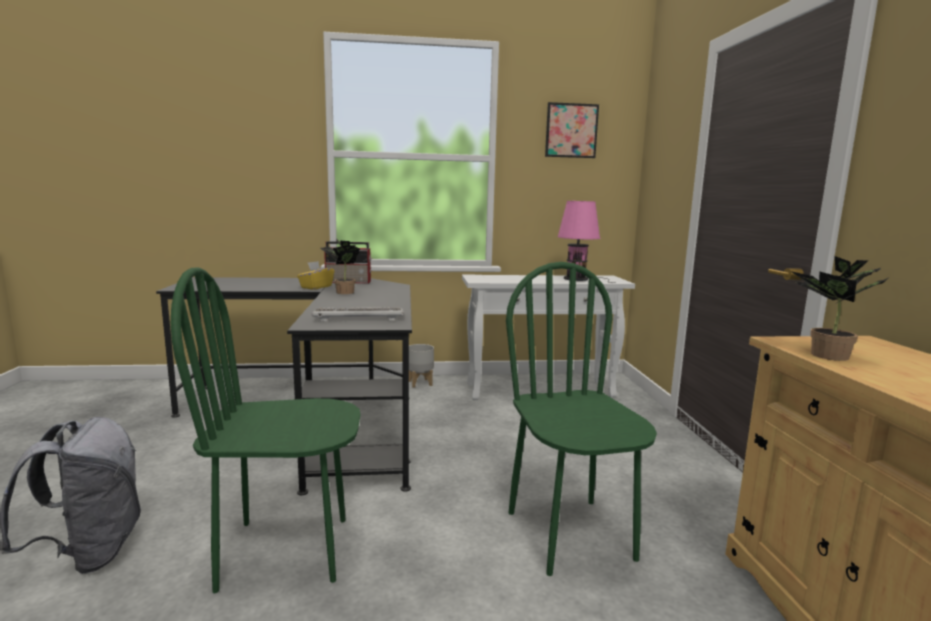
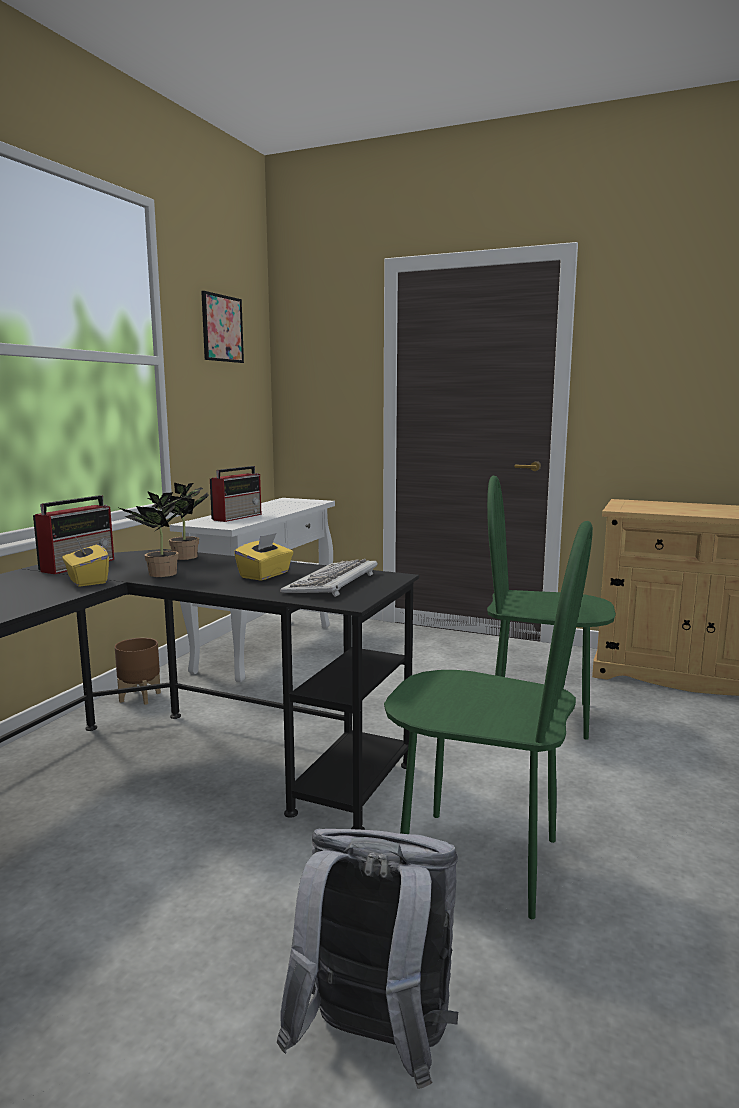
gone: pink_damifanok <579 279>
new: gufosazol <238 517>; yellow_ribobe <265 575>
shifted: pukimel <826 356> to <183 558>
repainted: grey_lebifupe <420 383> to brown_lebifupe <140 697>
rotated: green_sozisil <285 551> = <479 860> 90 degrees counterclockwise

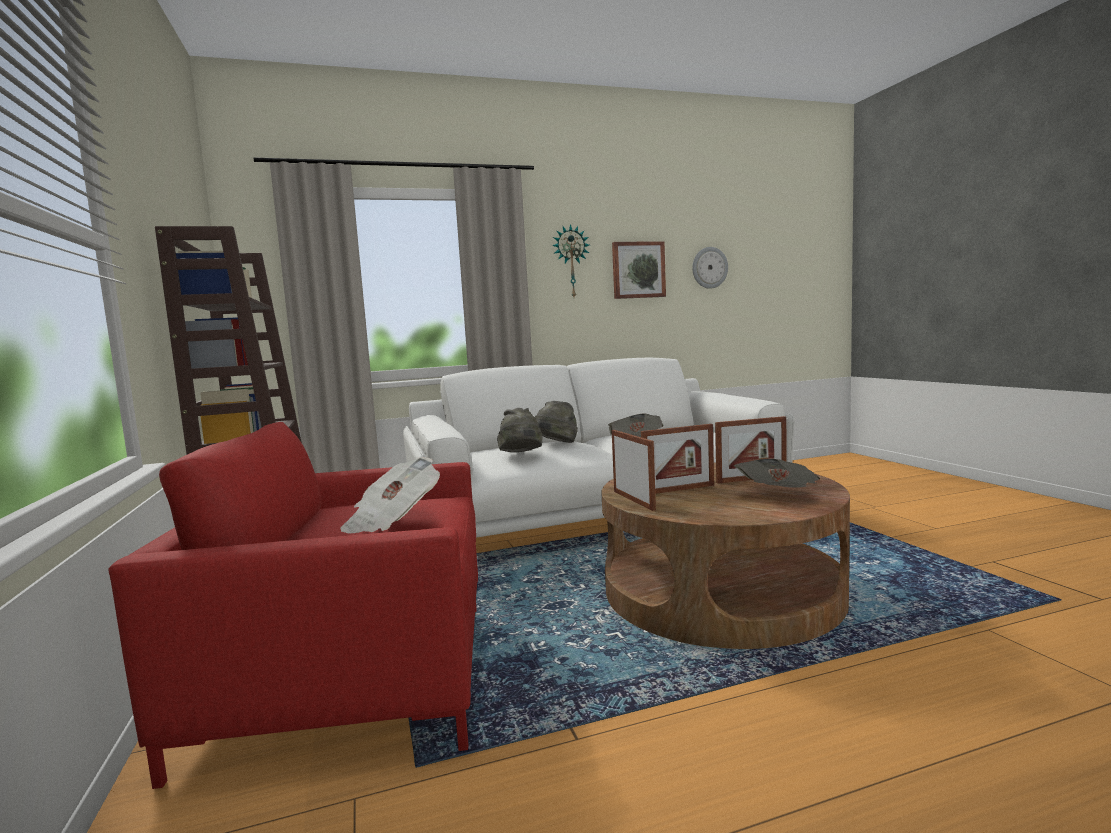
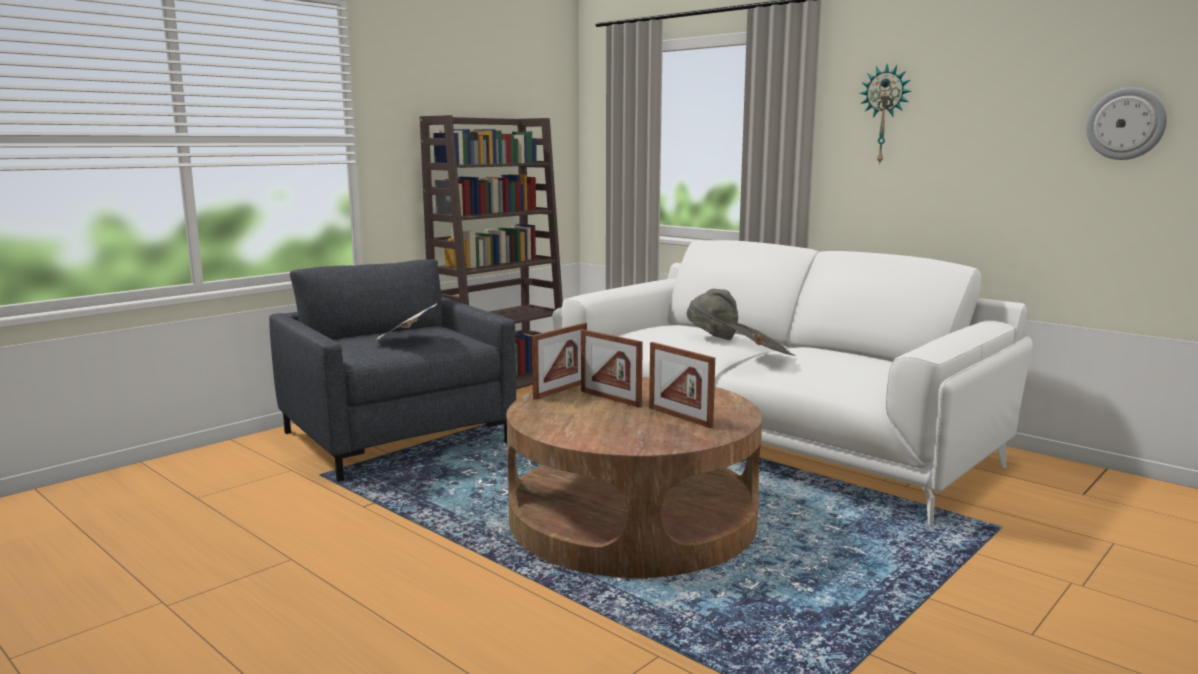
gone: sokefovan <638 270>; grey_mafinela <521 455>; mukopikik <778 496>
repainted: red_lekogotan <352 678> to grey_lekogotan <397 437>

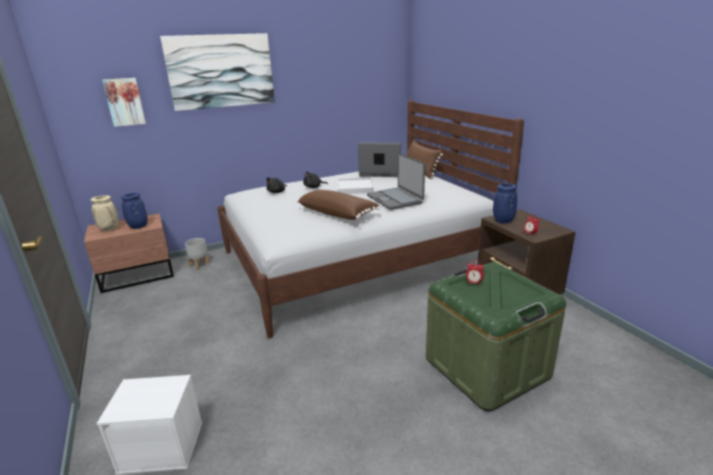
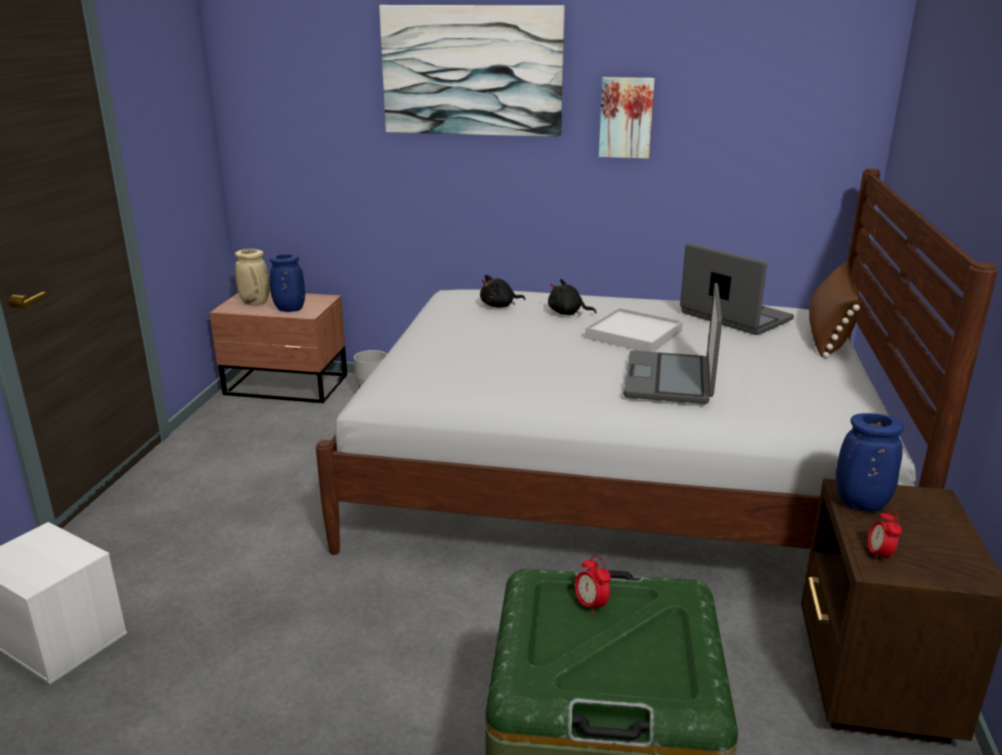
gone: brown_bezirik <338 213>
shifted: sokefovan <124 102> to <626 117>

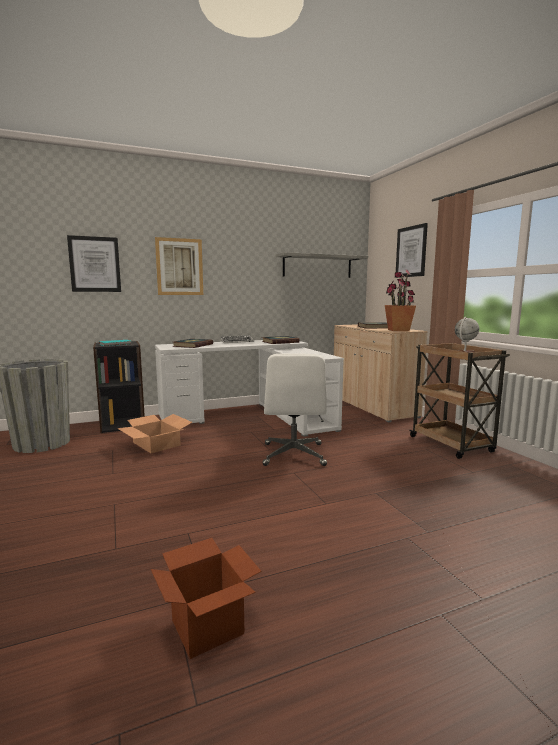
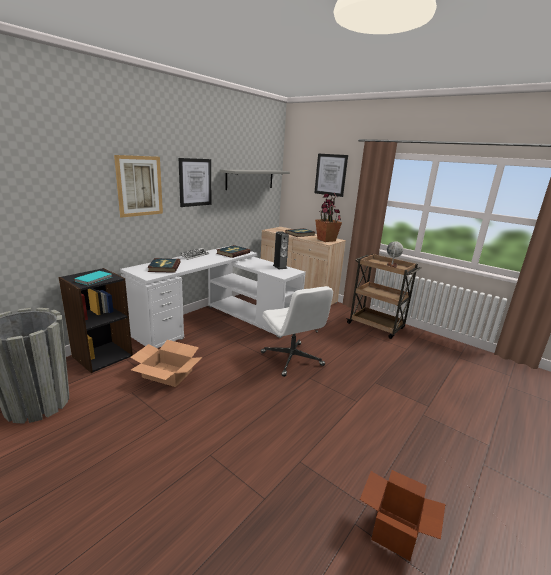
new: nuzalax <280 267>
shifted: sokefovan <95 264> to <195 182>

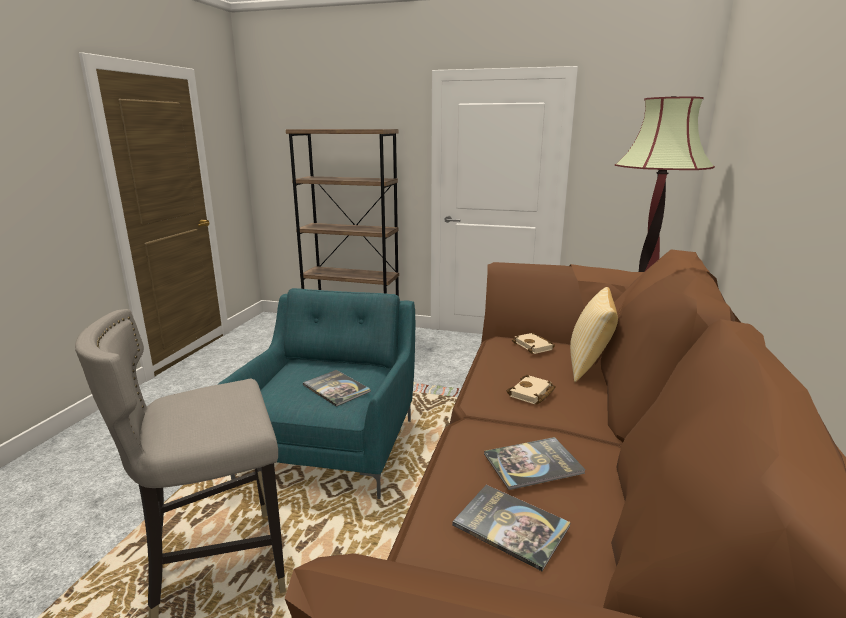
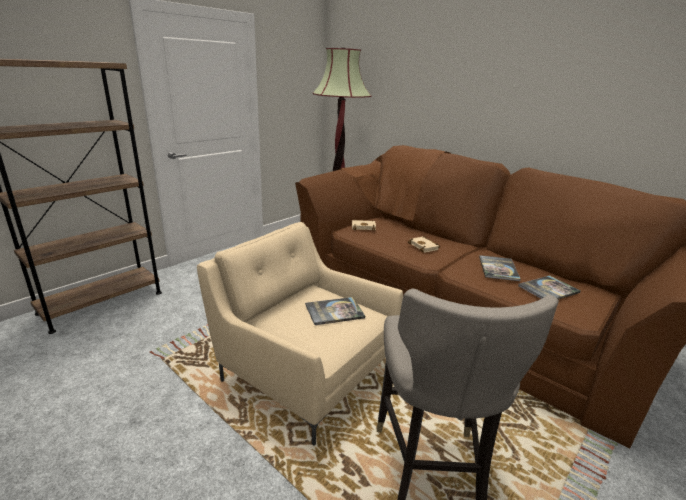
gone: bezirik <588 366>
repainted: turquoise_lekogotan <332 444> to beige_lekogotan <305 369>

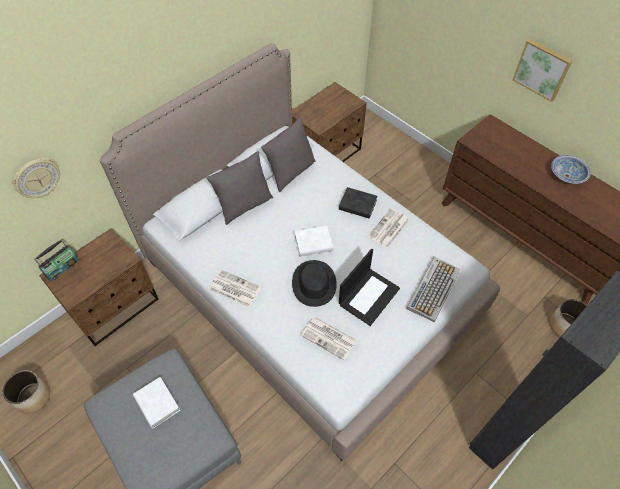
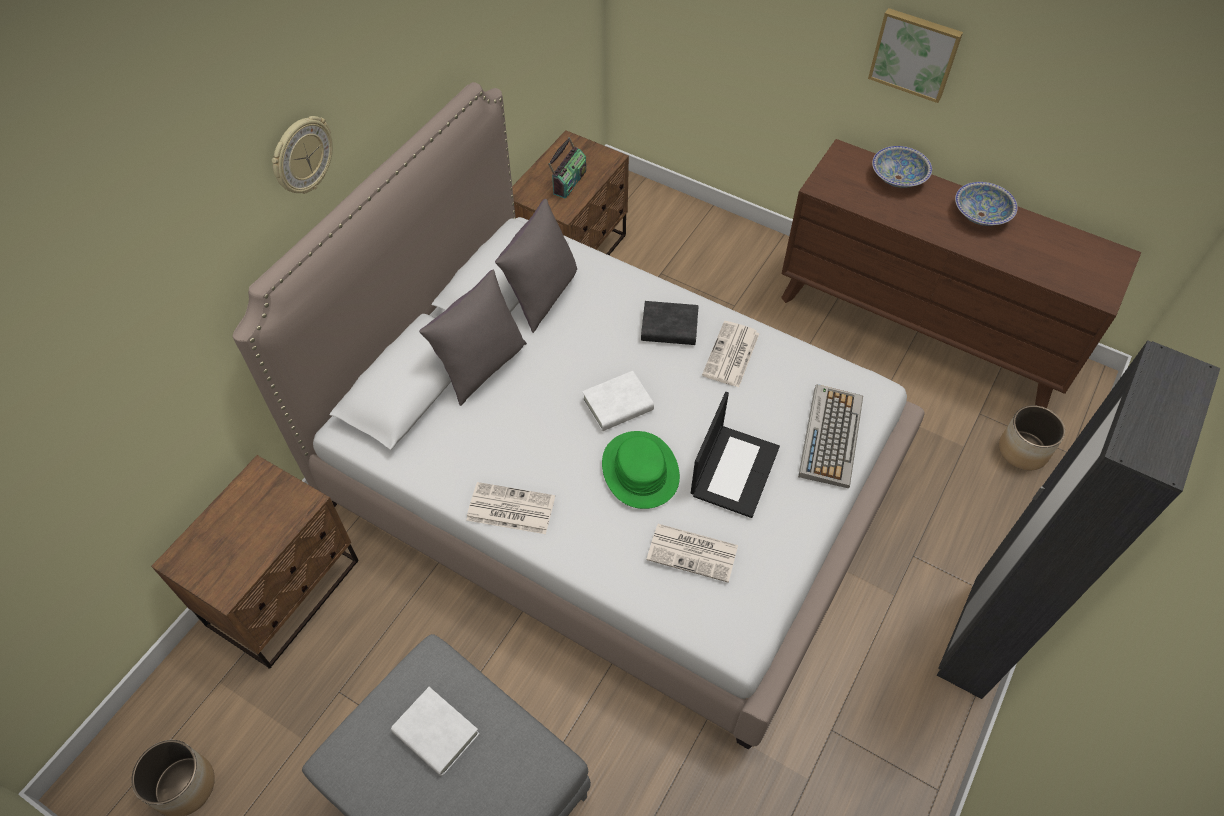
new: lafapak <898 177>
shifted: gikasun <37 178> to <302 156>; gufosazol <61 267> to <568 181>
repainted: black_mafinela <314 283> to green_mafinela <640 470>

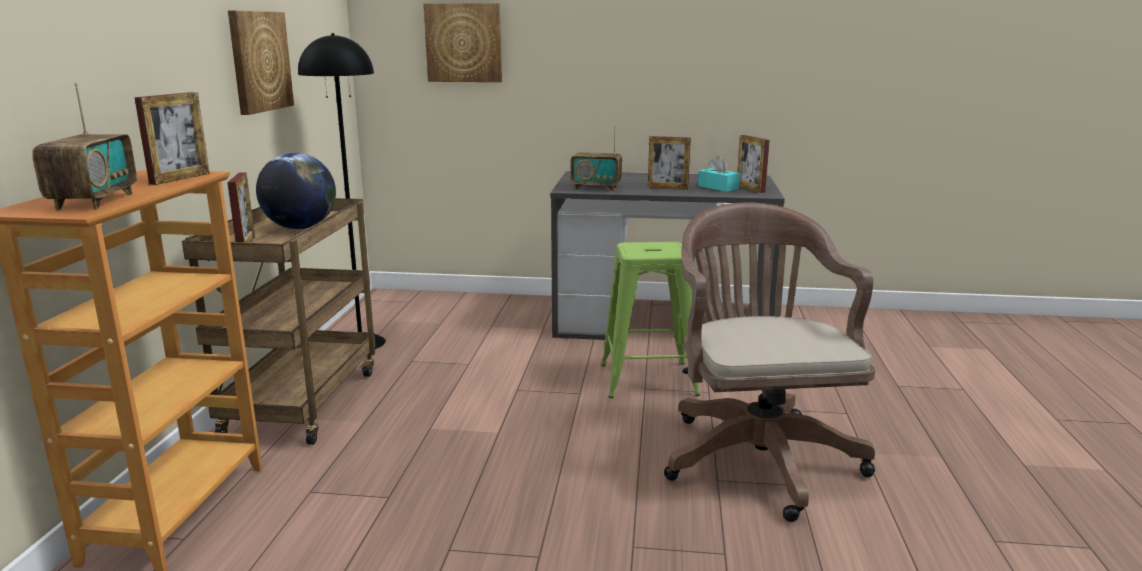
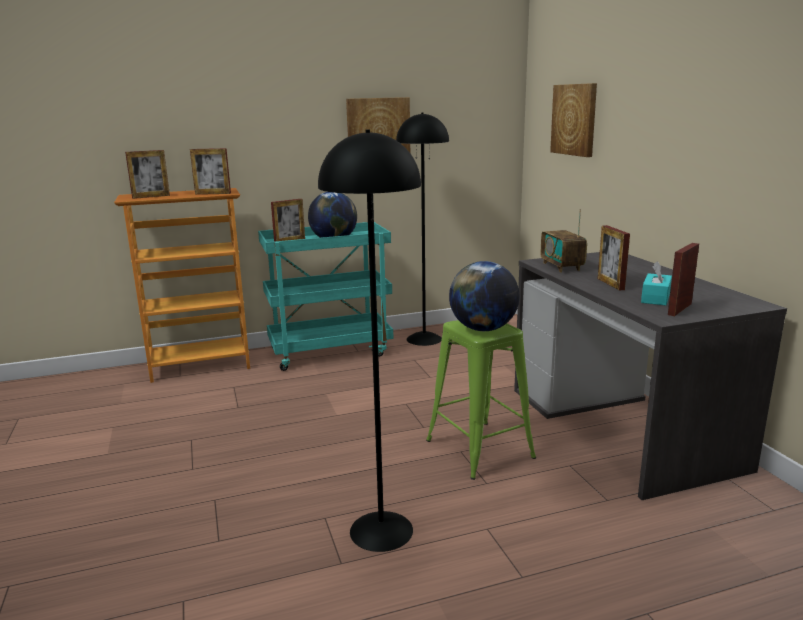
new: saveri <483 329>
swapped: gufosazol <94 201> to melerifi <151 196>; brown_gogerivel <756 454> to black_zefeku <382 530>
repainted: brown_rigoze <302 401> to turquoise_rigoze <331 351>

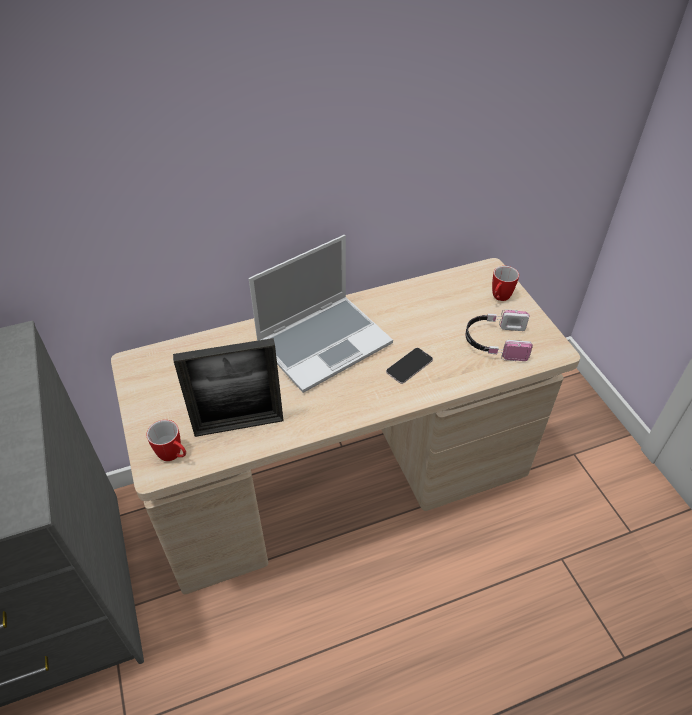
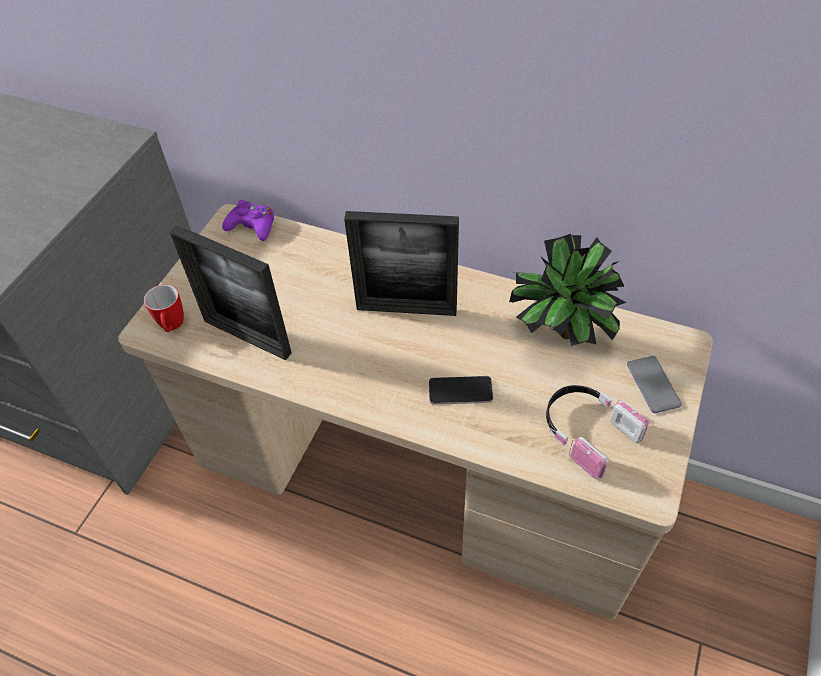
new: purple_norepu <252 226>; pukimel <559 339>
swapped: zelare <324 342> to melerifi <406 309>; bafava <499 298> to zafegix <653 385>

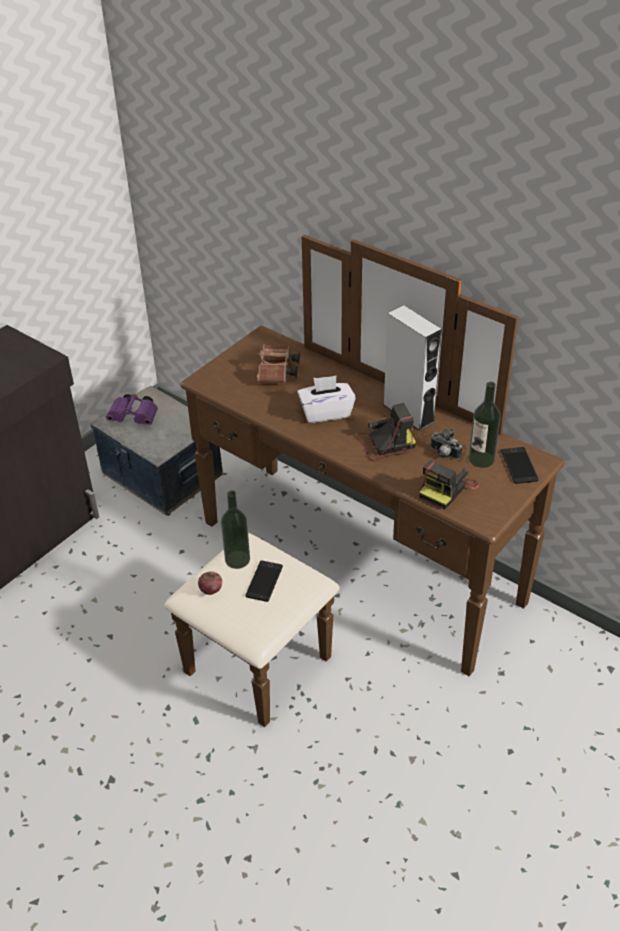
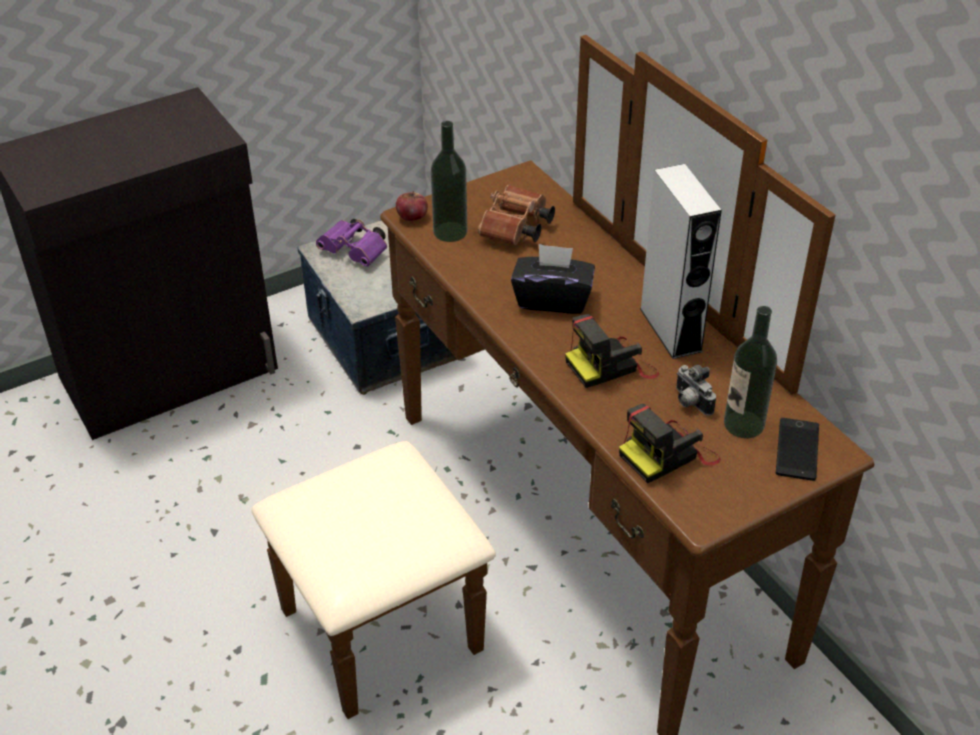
gone: zafegix <264 581>
shifted: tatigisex <237 559> to <450 232>; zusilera <211 589> to <412 217>
repainted: white_ribobe <326 412> to black_ribobe <552 299>
rotated: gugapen <384 444> = <611 365> 150 degrees clockwise

